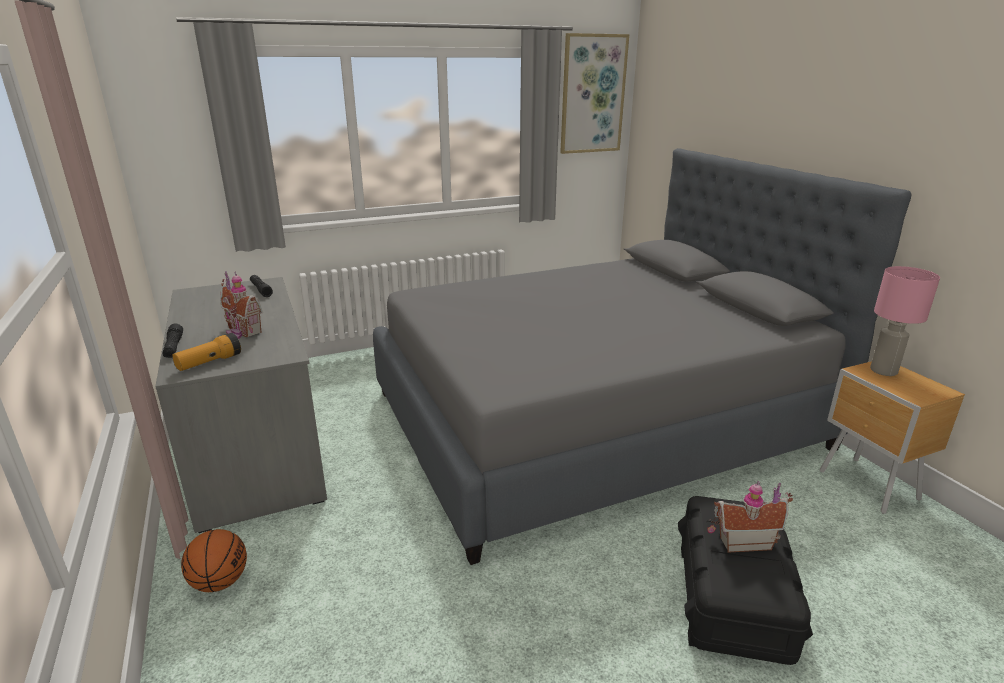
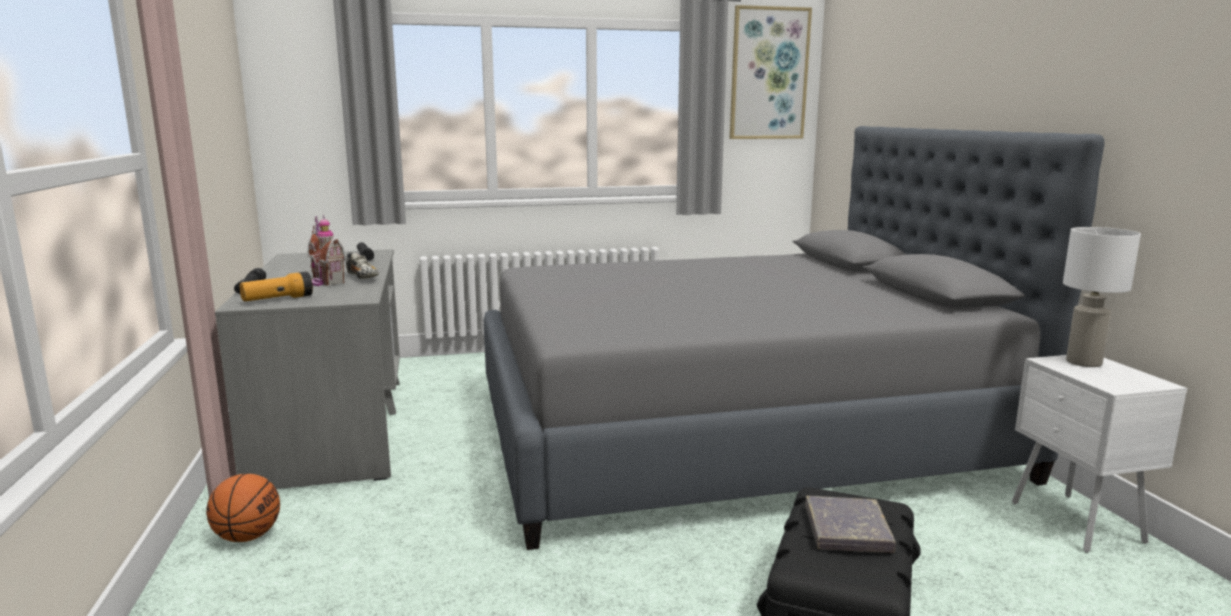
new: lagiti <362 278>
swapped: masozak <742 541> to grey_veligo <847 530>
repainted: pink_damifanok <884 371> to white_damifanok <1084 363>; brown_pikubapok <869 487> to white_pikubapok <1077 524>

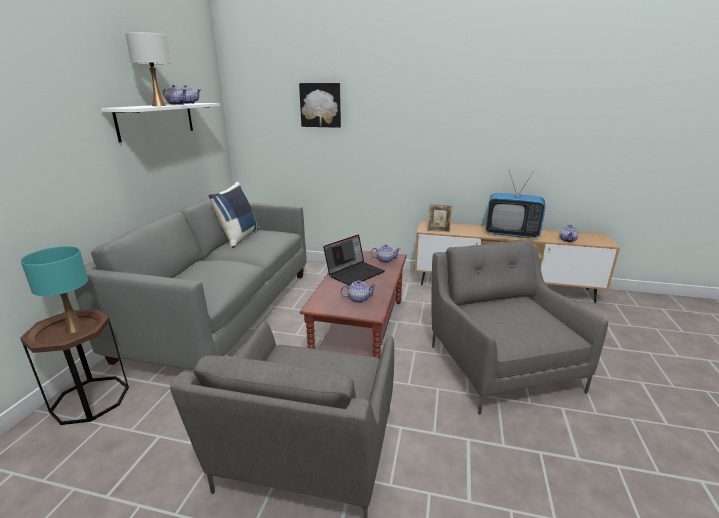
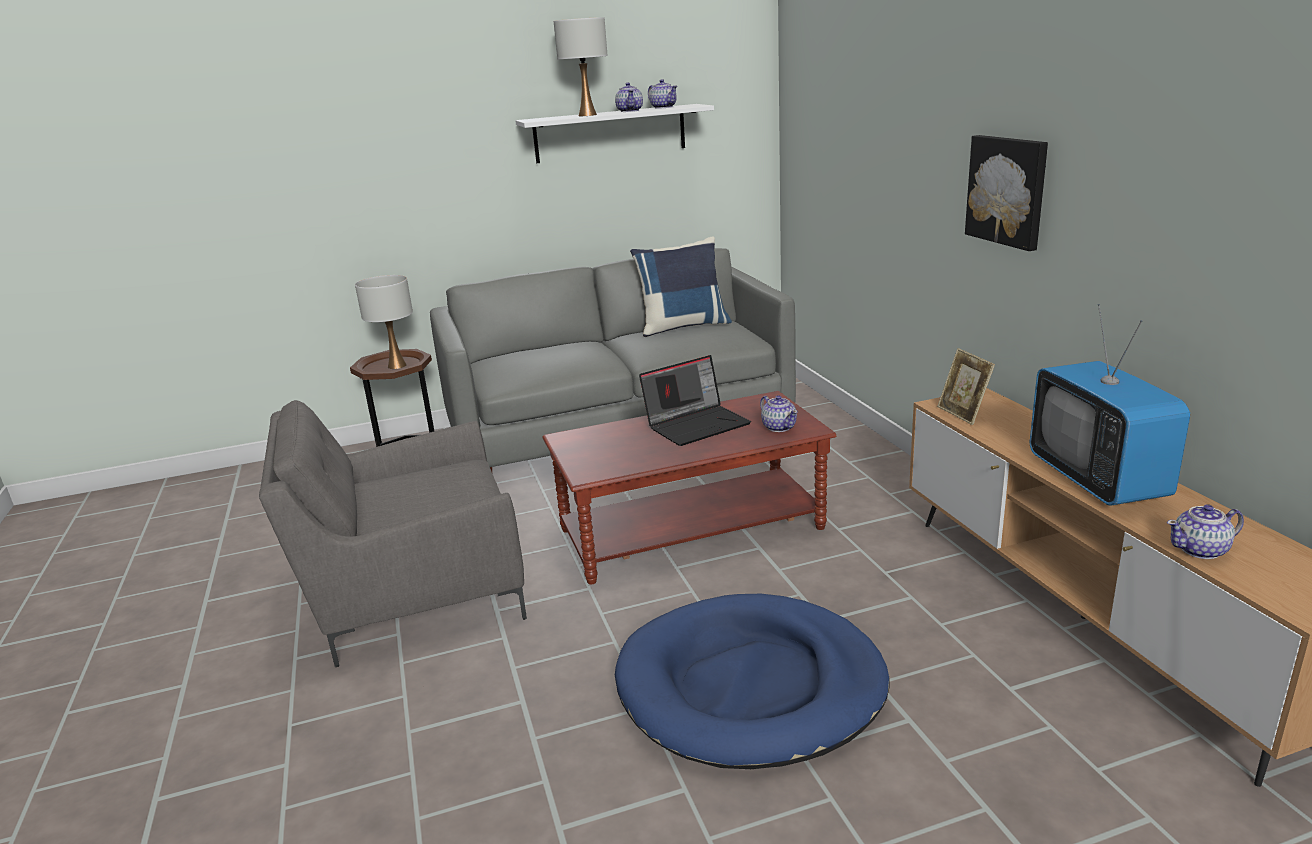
gone: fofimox <358 299>
shifted: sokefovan <321 105> to <1008 190>
swapped: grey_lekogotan <500 364> to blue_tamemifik <751 686>
repainted: turquoise_damifanok <75 328> to white_damifanok <397 365>
rotated: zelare <354 273> = <697 424> 45 degrees counterclockwise

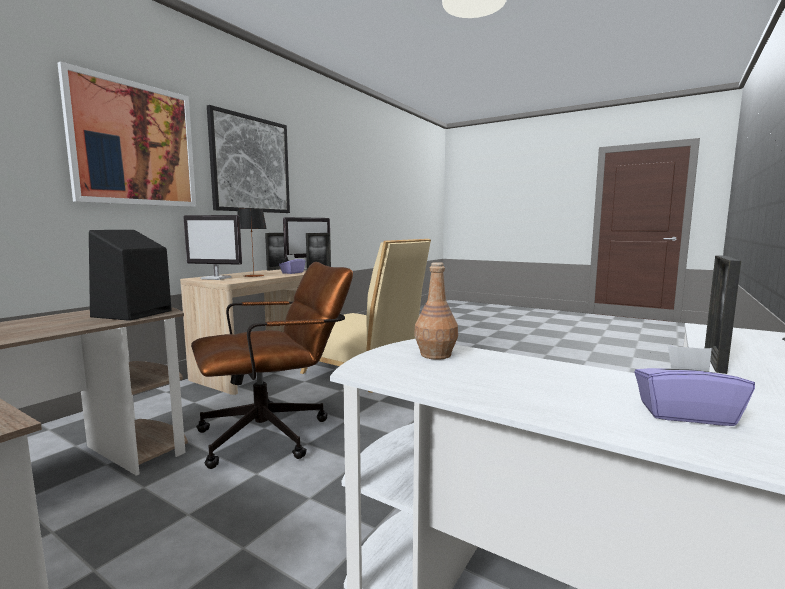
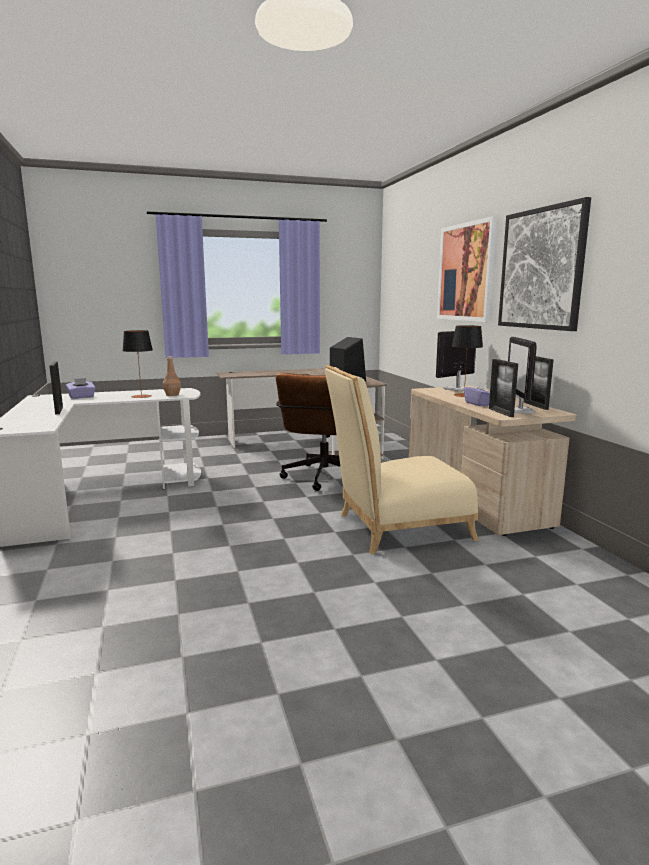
new: damifanok <141 396>

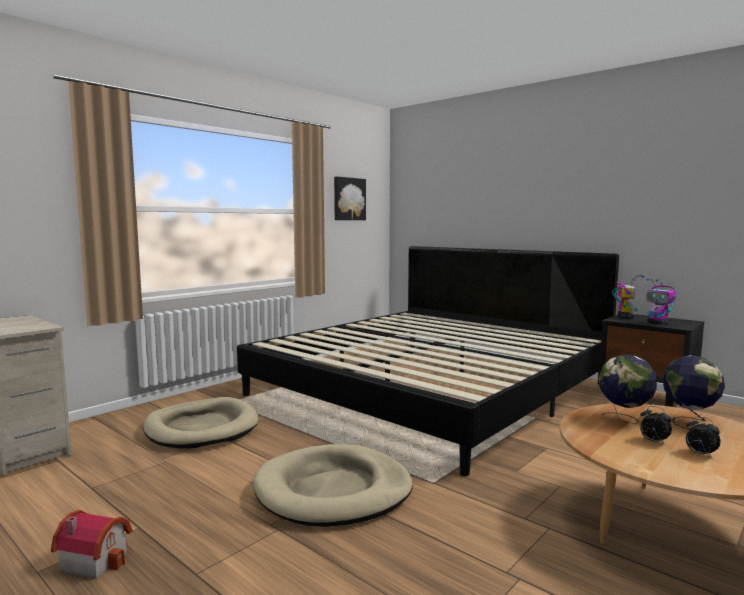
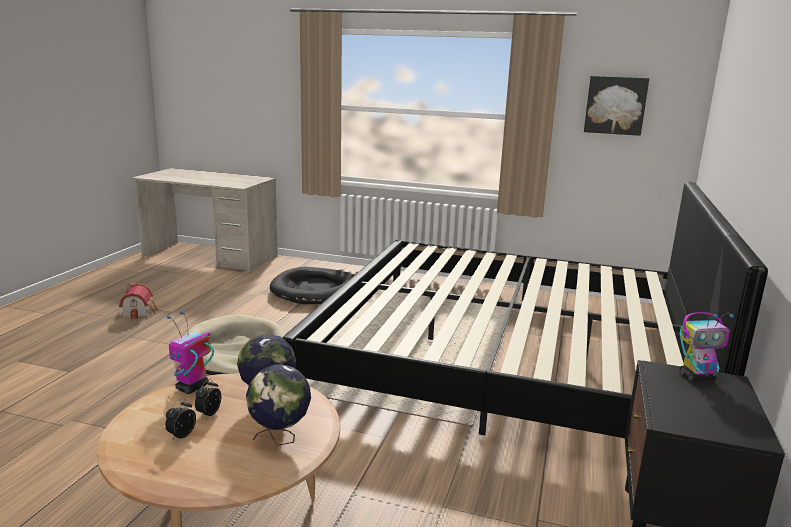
shifted: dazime <658 323> to <192 387>
repainted: beige_tamemifik <202 428> to black_tamemifik <315 290>

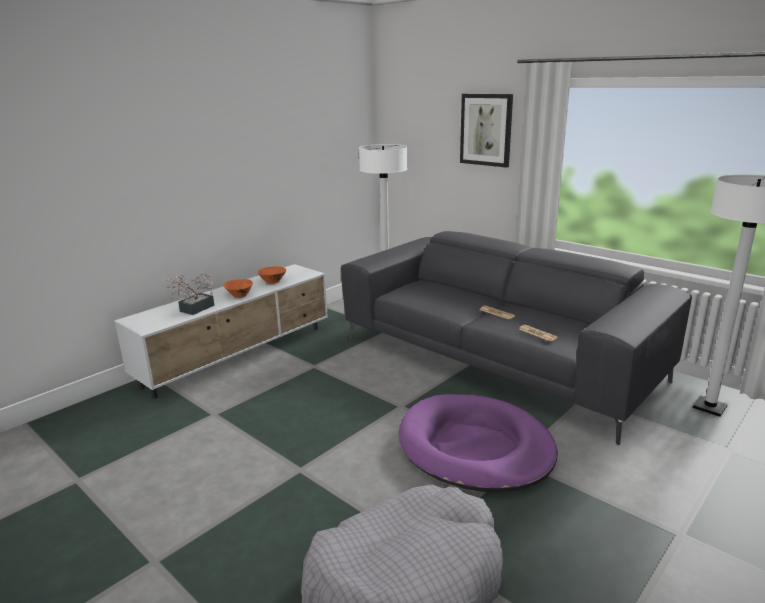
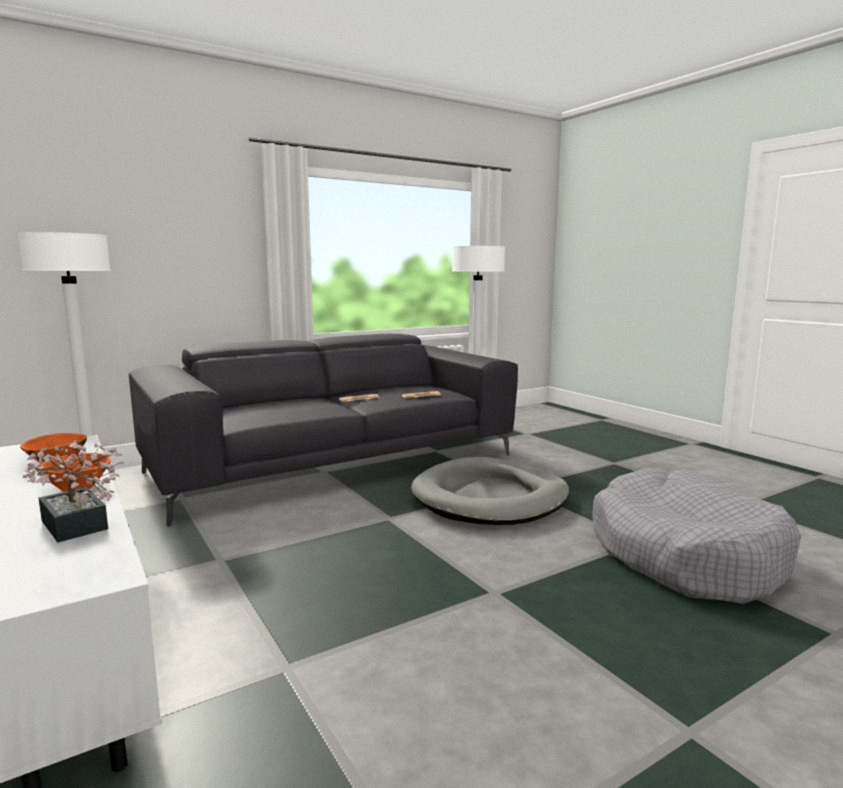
gone: sokefovan <486 130>
repainted: purple_tamemifik <475 447> to grey_tamemifik <490 498>

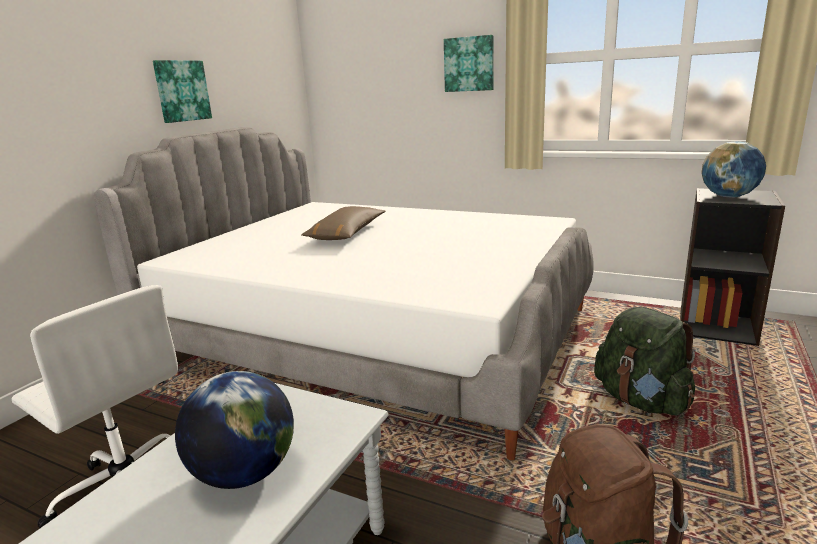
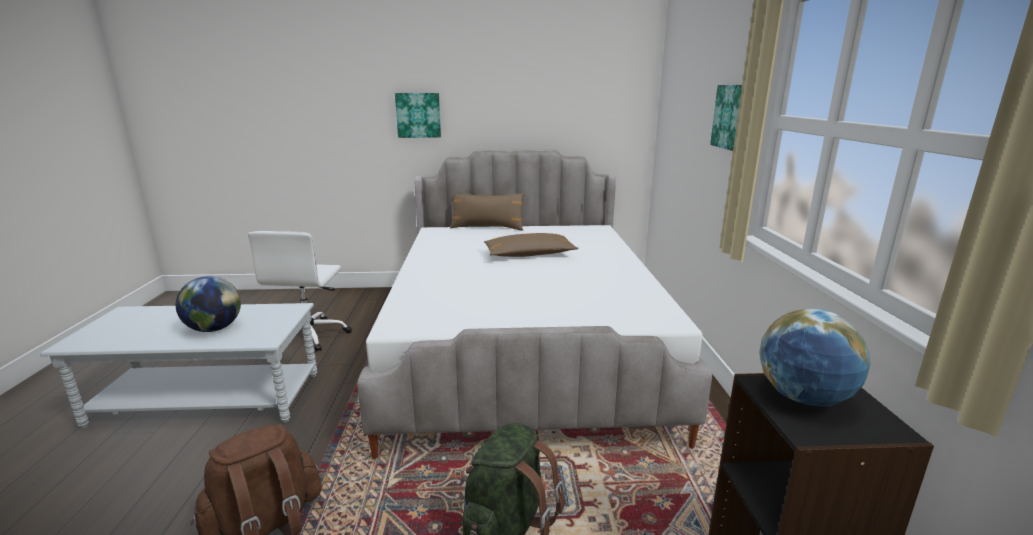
new: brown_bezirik <487 227>
shifted: sokefovan <181 91> to <418 115>

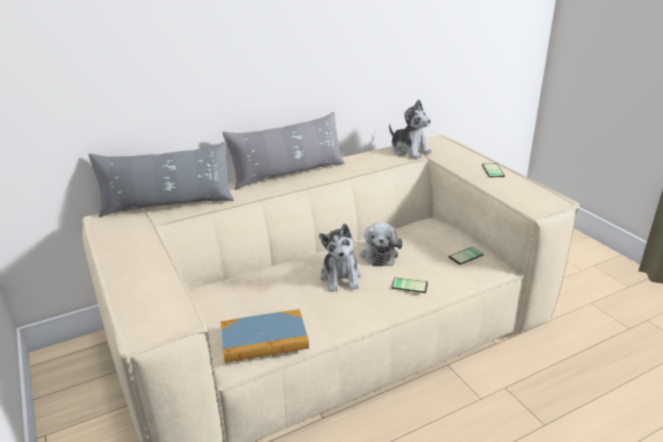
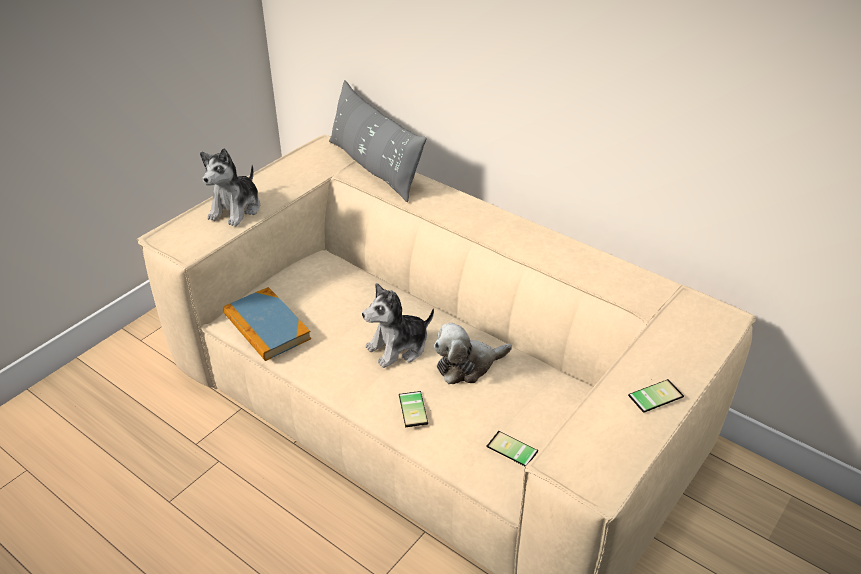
gone: grey_bezirik <288 173>
shifted: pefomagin <409 151> to <236 209>

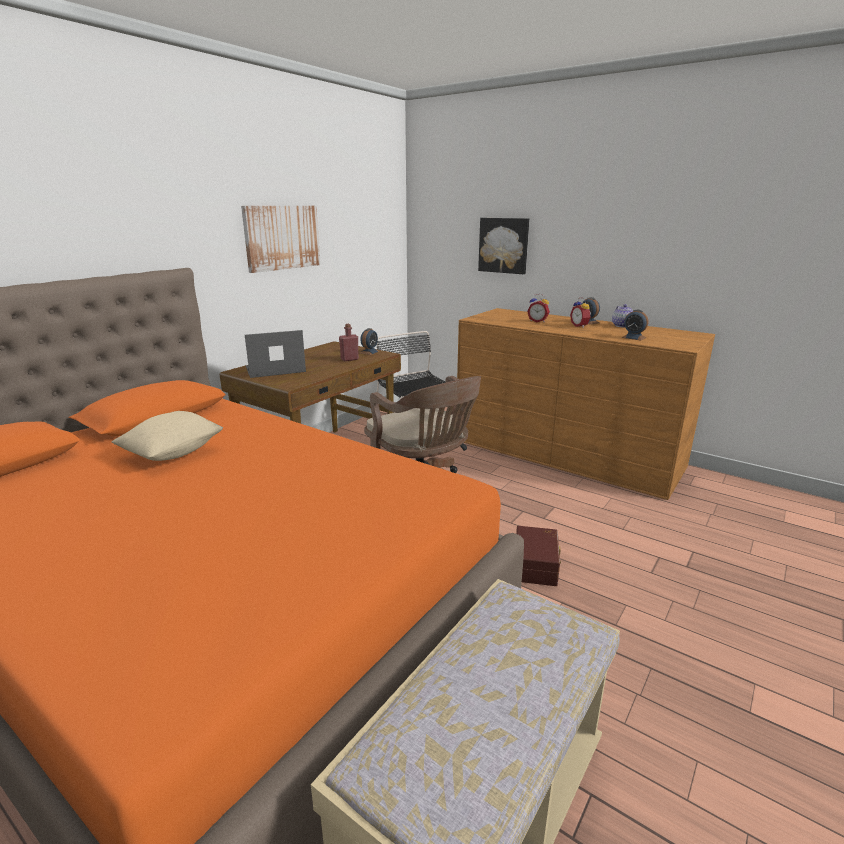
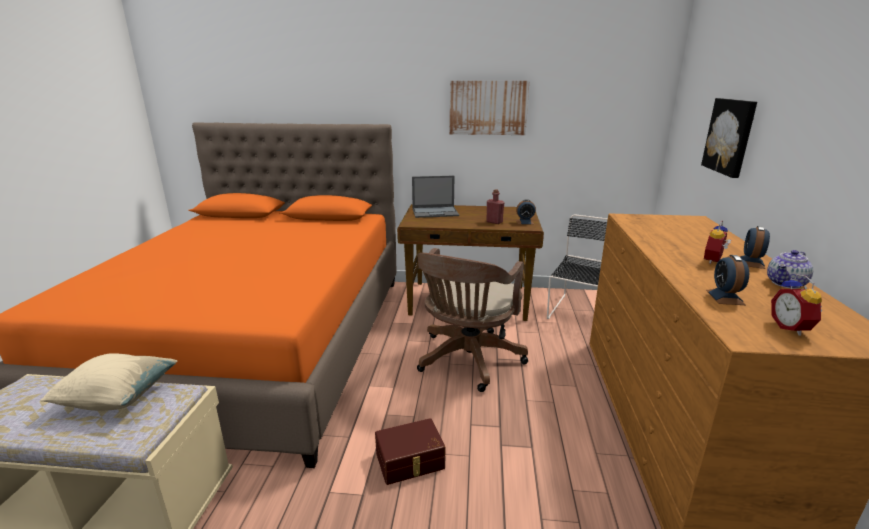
shifted: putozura <538 321> to <792 328>; beige_bezirik <173 453> to <118 398>
rotated: zelare <274 369> = <435 212> 135 degrees clockwise

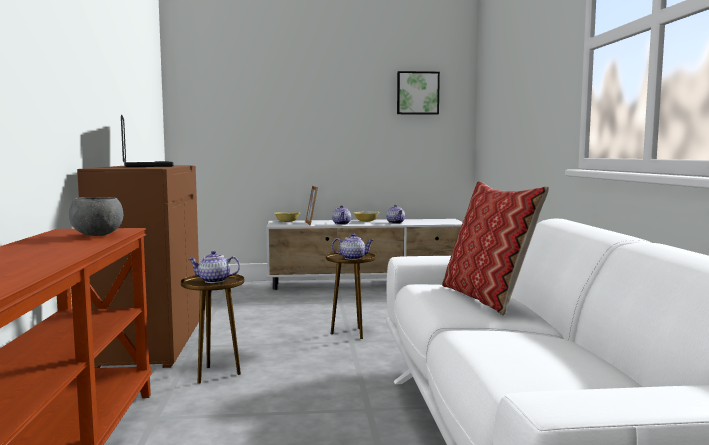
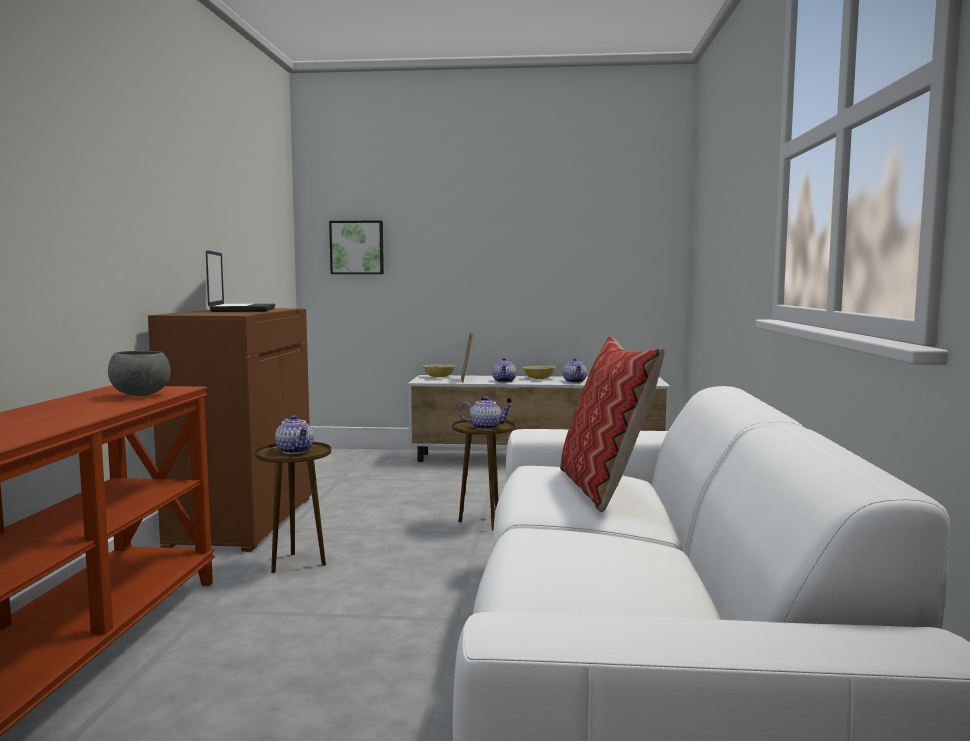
shifted: sokefovan <417 93> to <357 247>
rotated: fofimox <214 281> = <296 451> 135 degrees counterclockwise

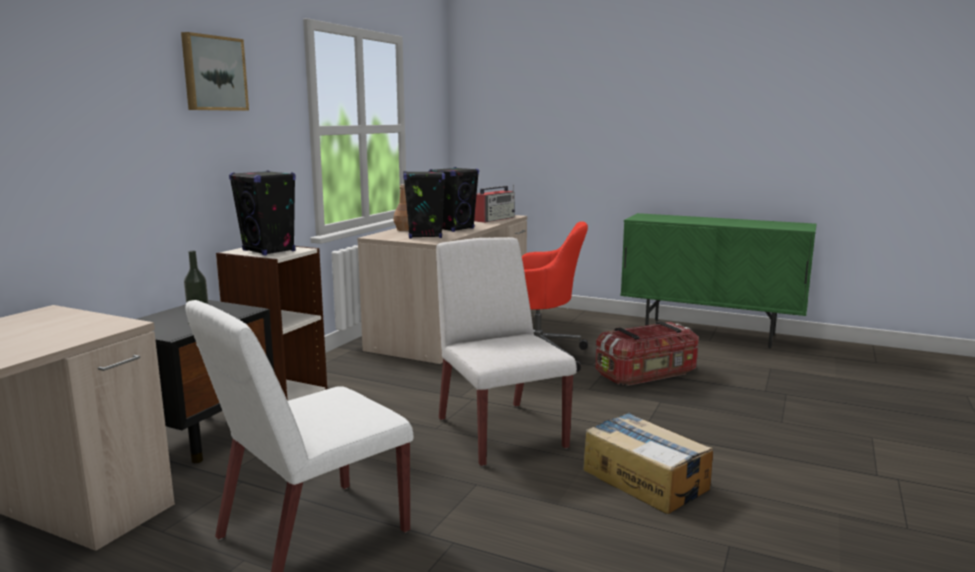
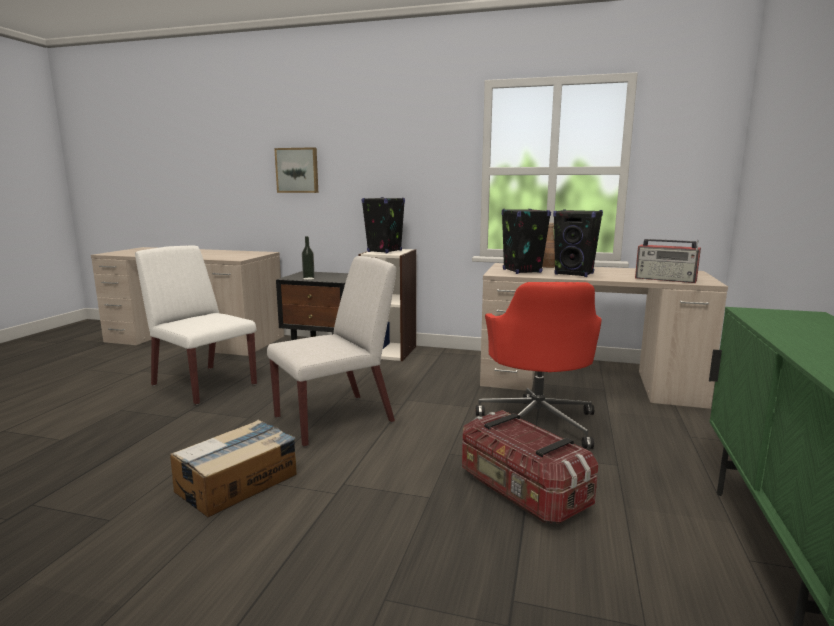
shifted: sokefovan <213 73> to <297 170>

